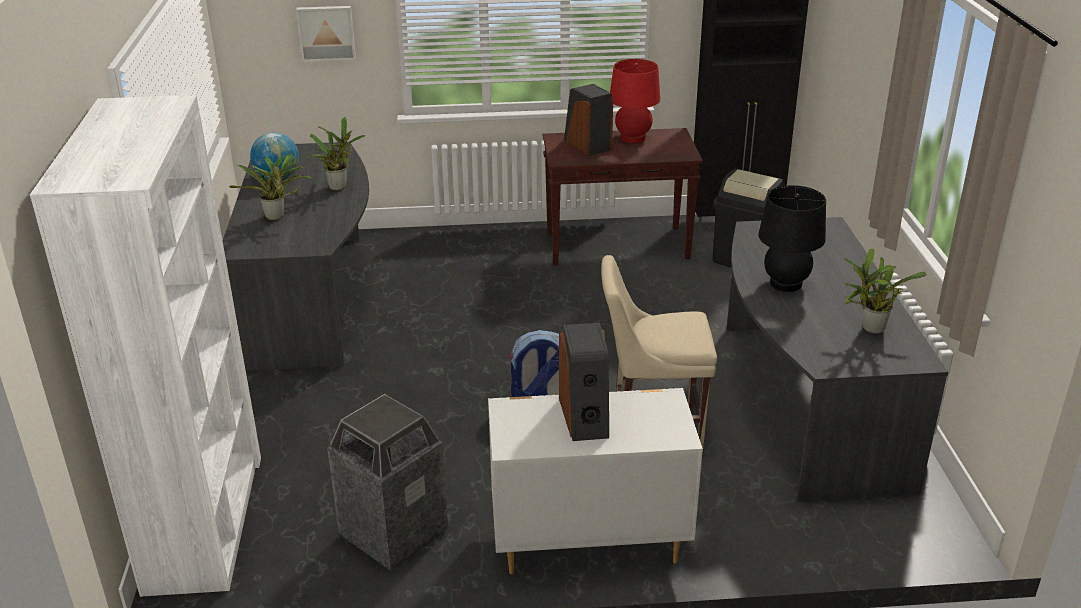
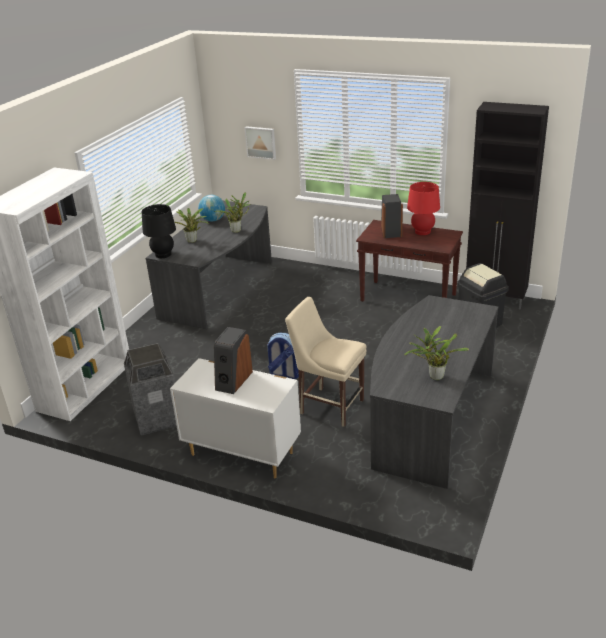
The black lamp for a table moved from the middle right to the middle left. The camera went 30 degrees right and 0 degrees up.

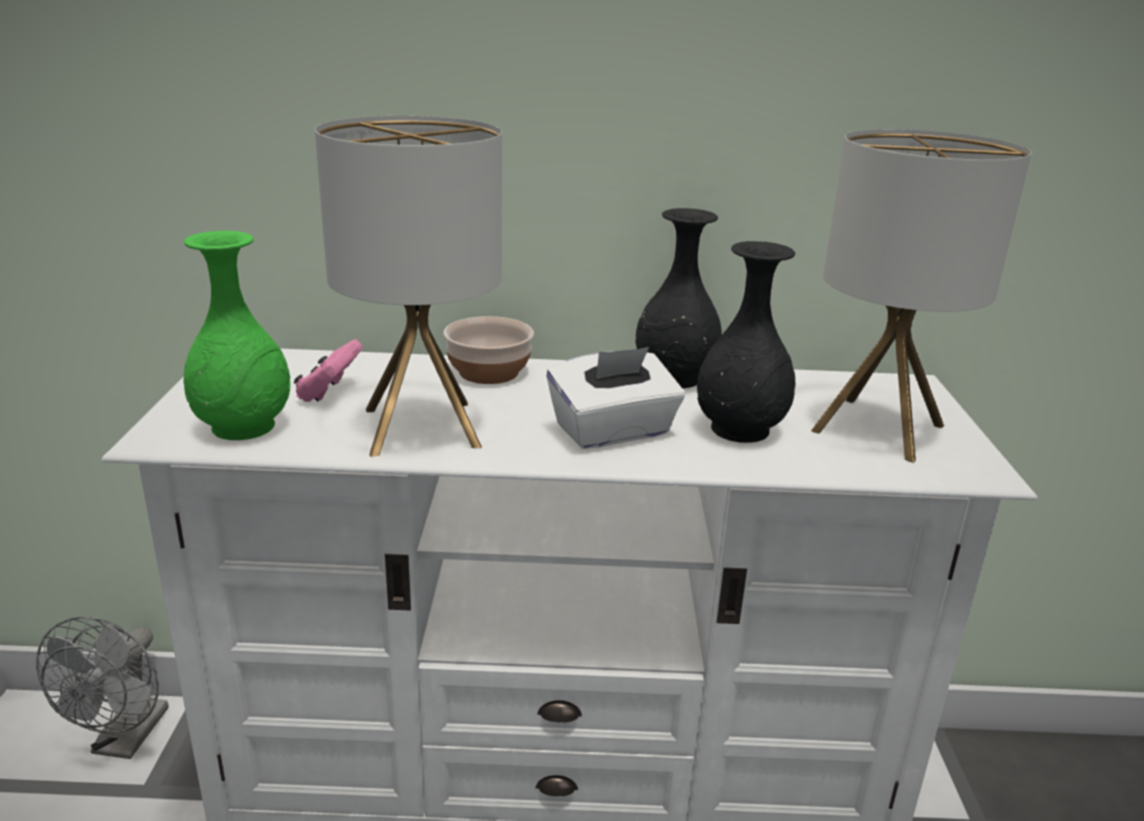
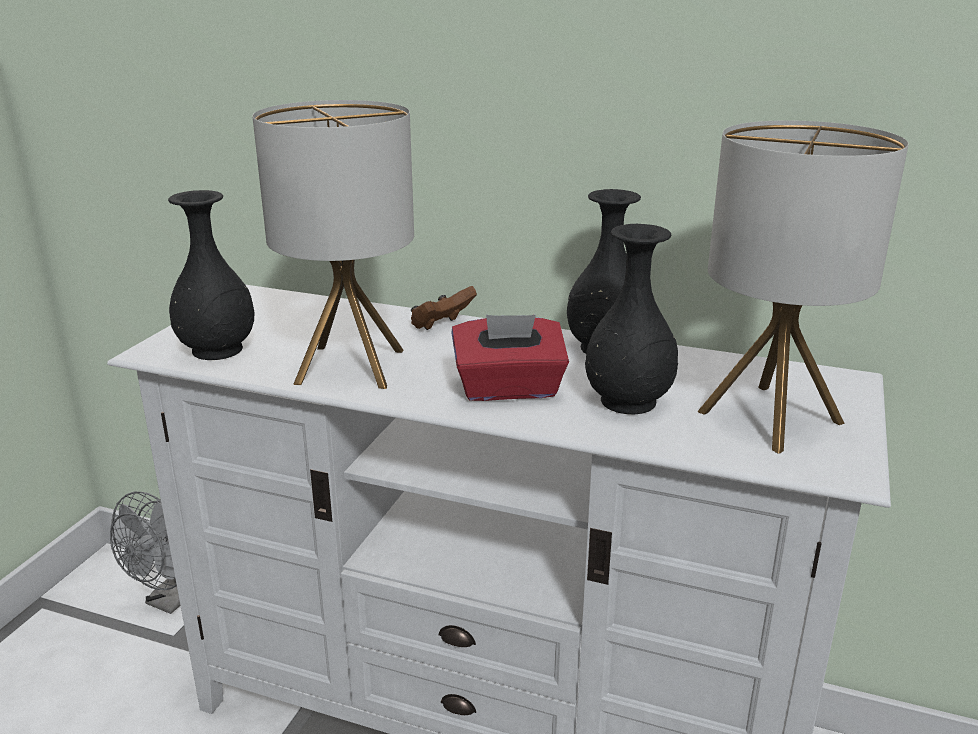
The pinkish gamepad at the middle left disappeared. The bowl at the centre was replaced by the brown-coloured gamepad at the centre. The green-coloured flower vase at the middle left became the black flower vase (1st from left) at the middle left. The white tissue holder at the centre became the red tissue holder at the centre. The camera went 20 degrees right and 0 degrees up.

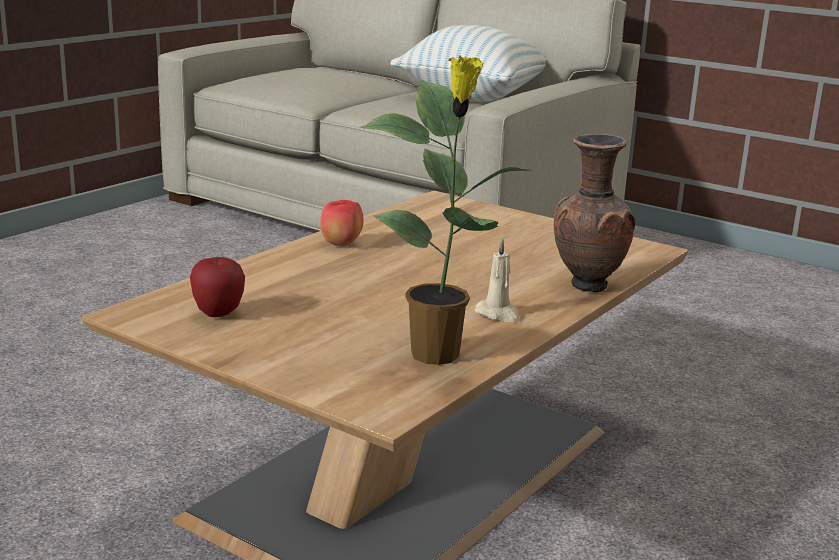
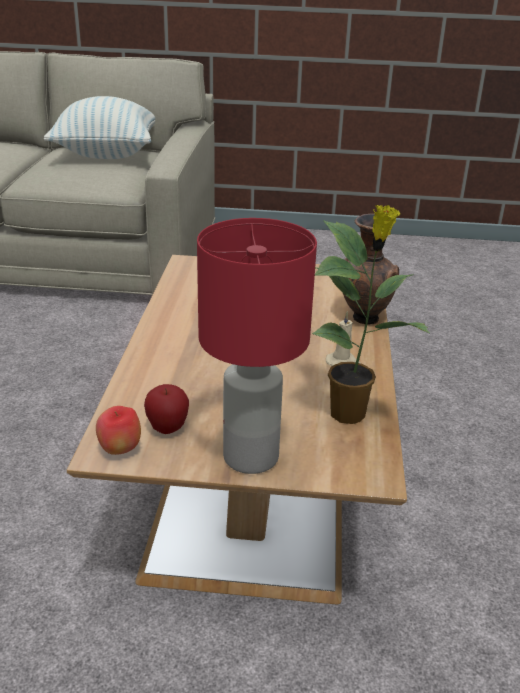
The red lamp for a table at the centre appeared. The apple fruit (2nd from left in the first image) moved from the centre to the middle left. The camera went 30 degrees left and 10 degrees up.

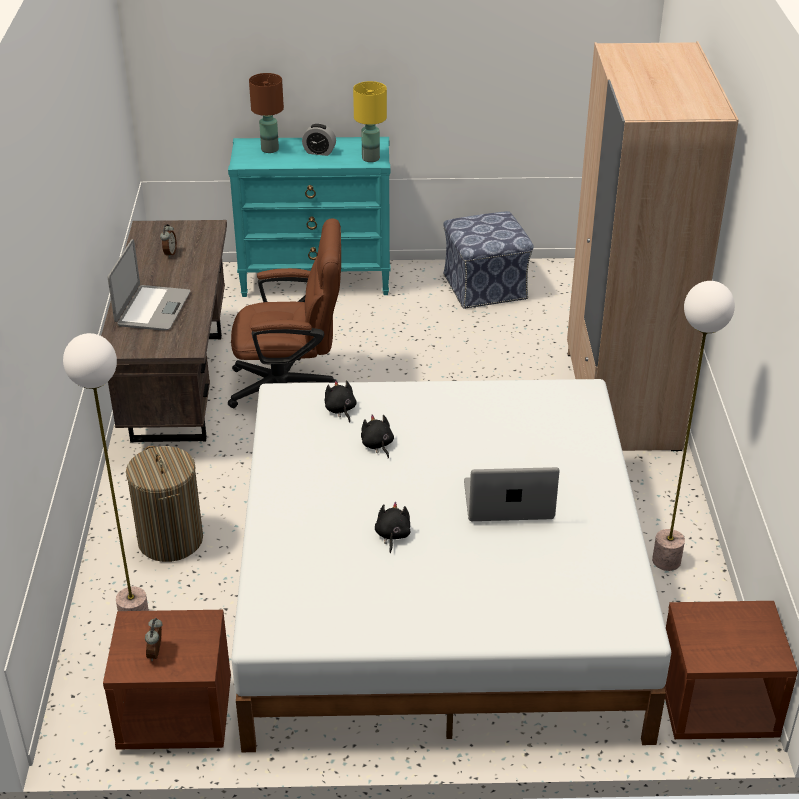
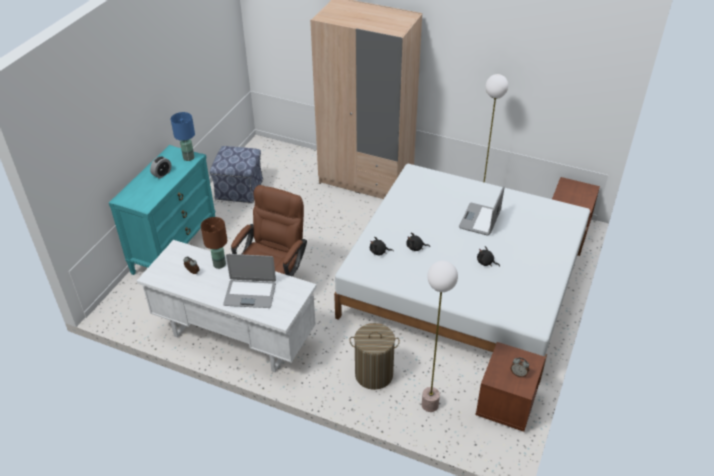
The brown-coloured lamp for a table moved from the top left to the middle left. The brown-coloured desk unit at the middle left became the white desk unit at the middle left. The yellow lamp for a table at the top centre became the bluish lamp for a table at the top left. The notebook computer (1st from left) at the middle left turned 150 degrees clockwise. The camera went 65 degrees left and 5 degrees up.

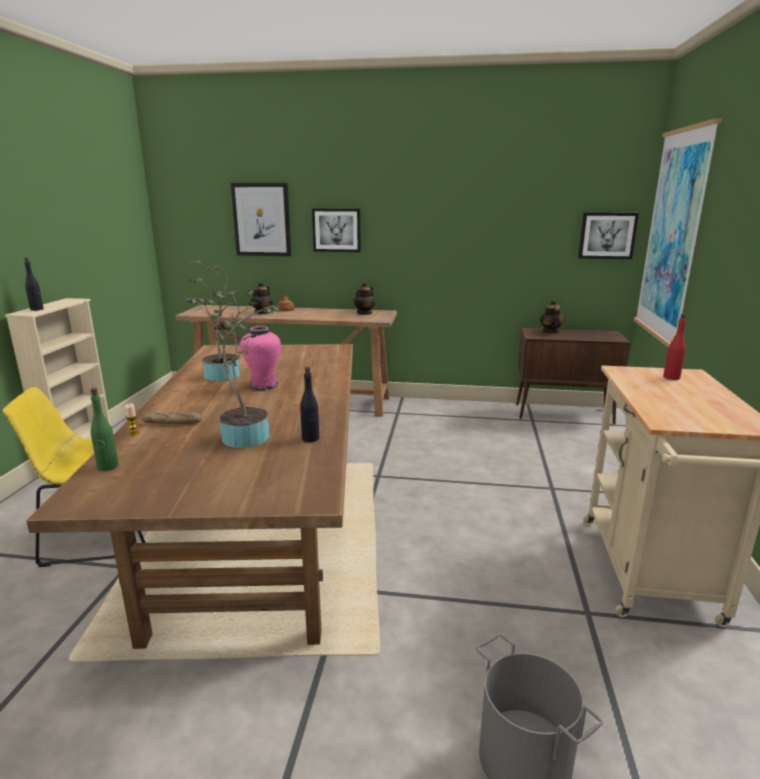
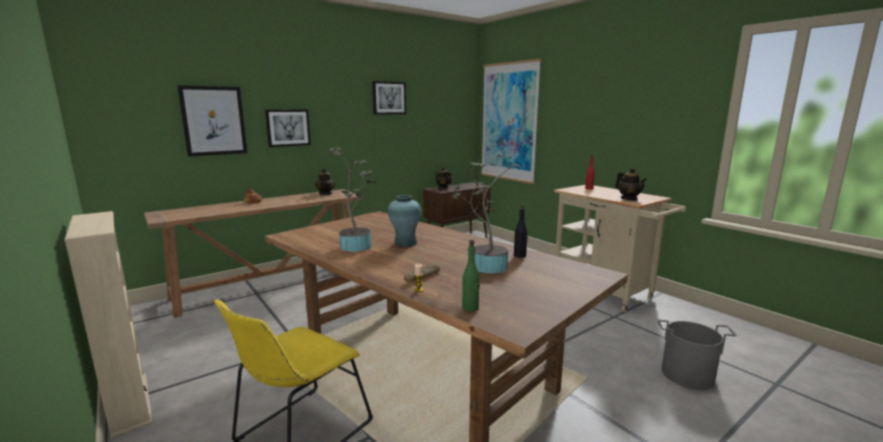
The black beverage bottle (1st from left) at the middle left disappeared. The pot for tea (1st from left in the first image) moved from the centre to the middle right. The wall art (3rd from left) moved from the top right to the top centre. The pinkish flower vase at the centre became the turquoise flower vase at the centre. The camera went 45 degrees left and 5 degrees down.

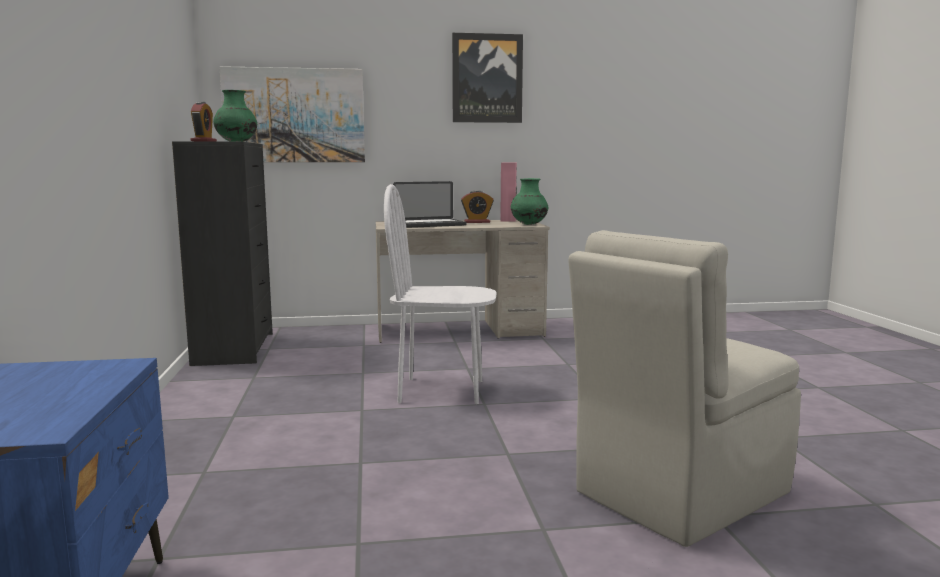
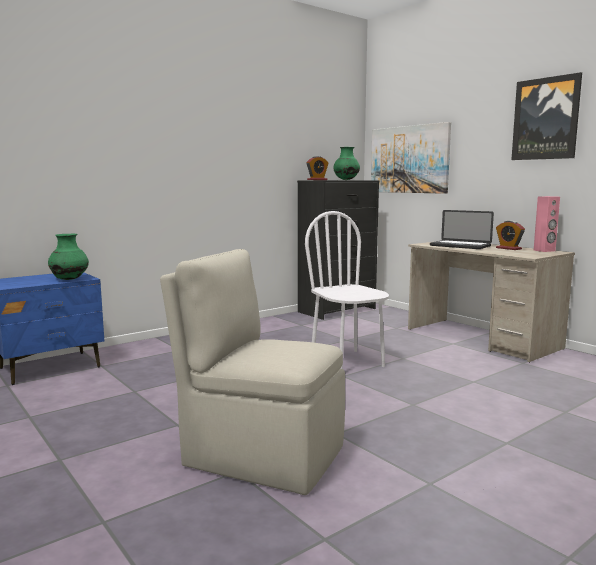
The green-coloured flower vase (2nd from left in the first image) moved from the centre to the middle left. The camera went 60 degrees right and 0 degrees up.

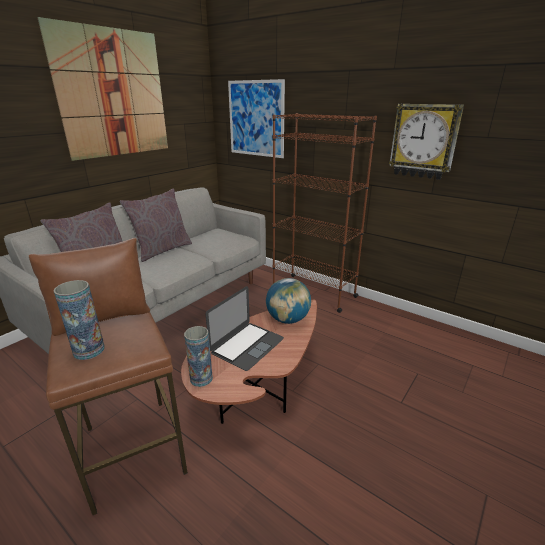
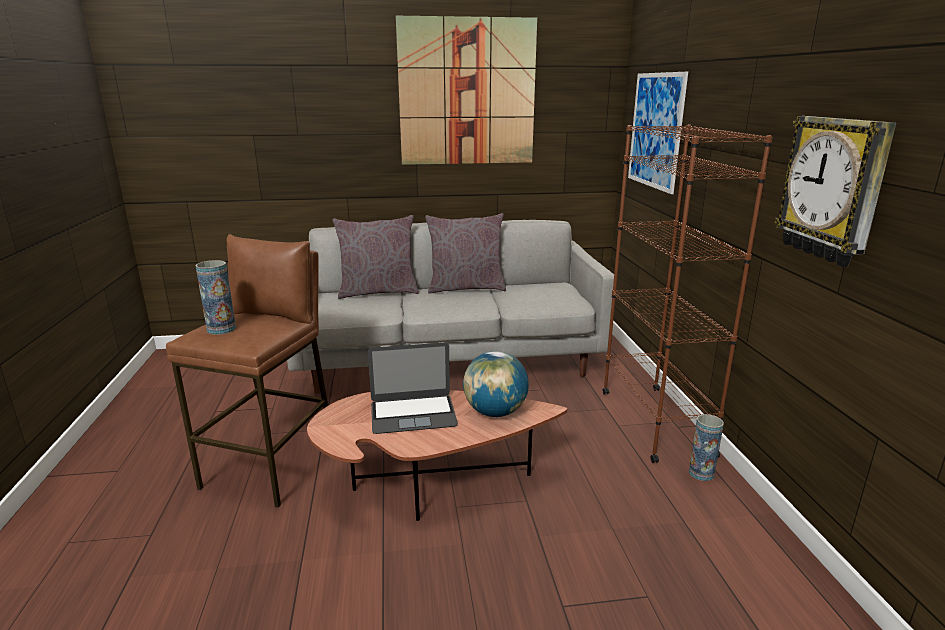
The flower vase (2nd from left) moved from the centre to the bottom right. The camera went 45 degrees right and 5 degrees down.

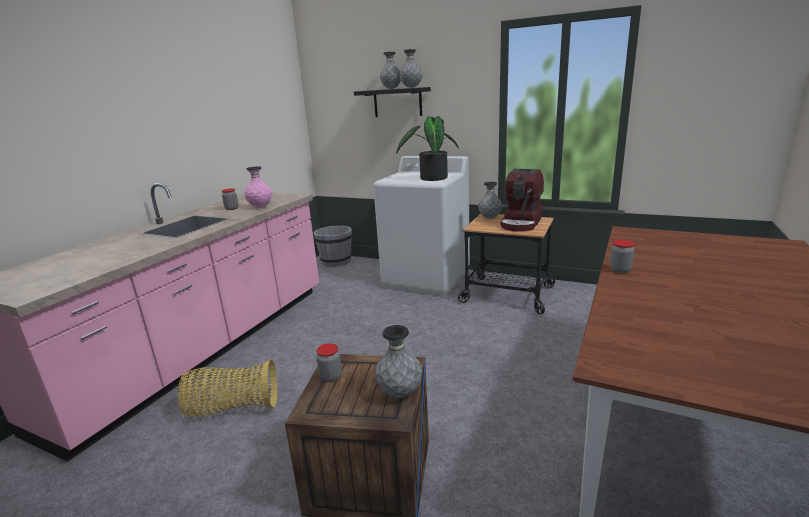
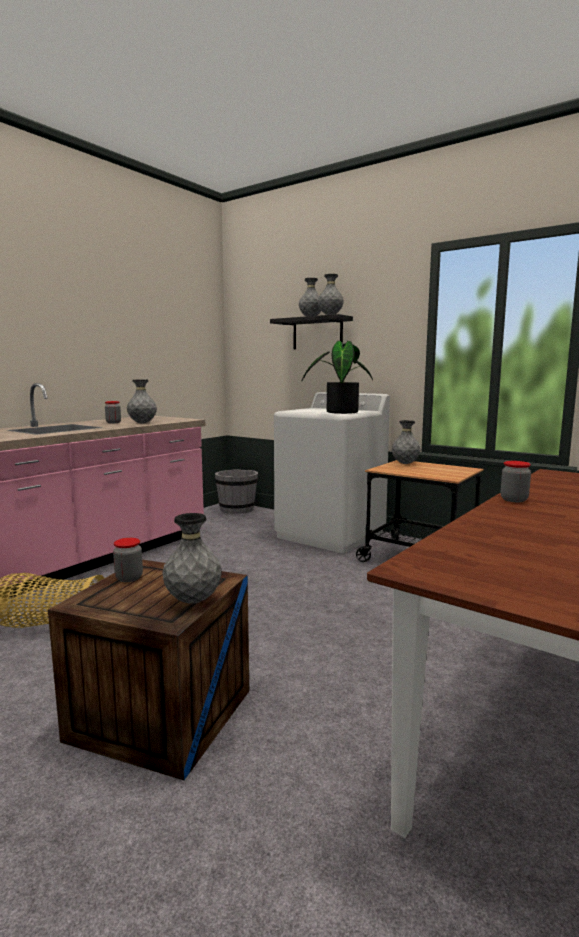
The coffee maker at the centre disappeared. The pinkish flower vase at the middle left became the grey flower vase (1st from left) at the middle left. The camera went 10 degrees right and 10 degrees down.

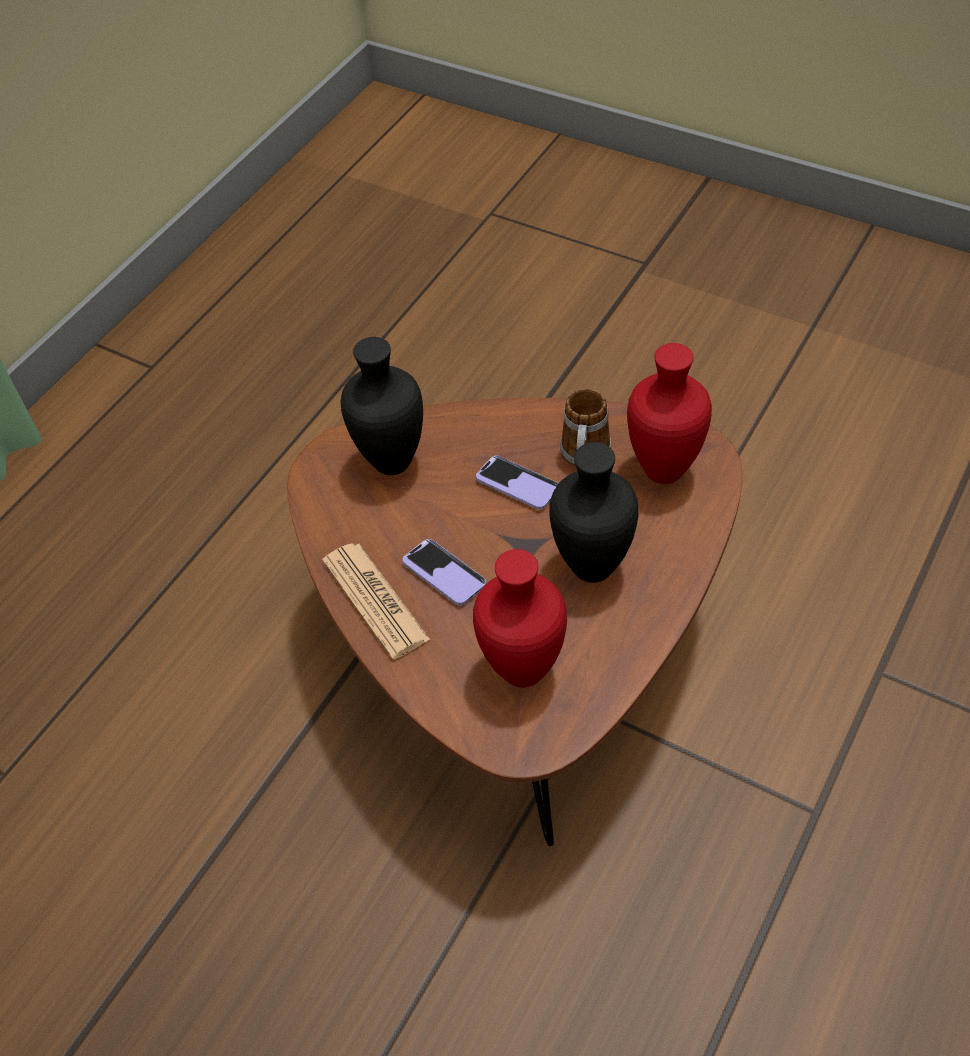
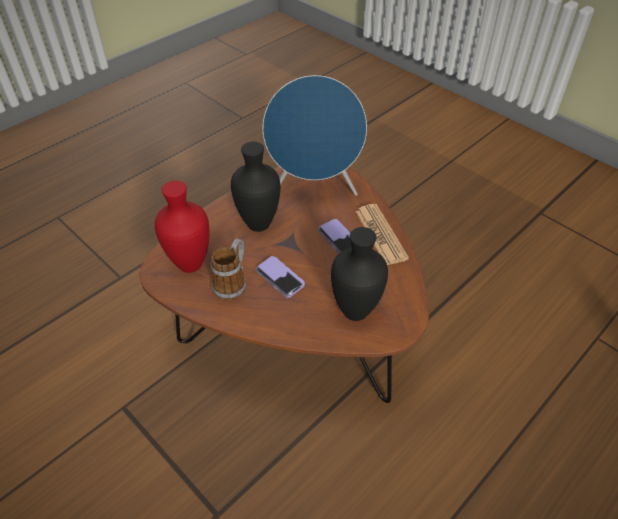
The red flower vase (1st from left) at the centre was replaced by the bluish audio speaker at the top centre. The camera went 170 degrees left and 5 degrees down.

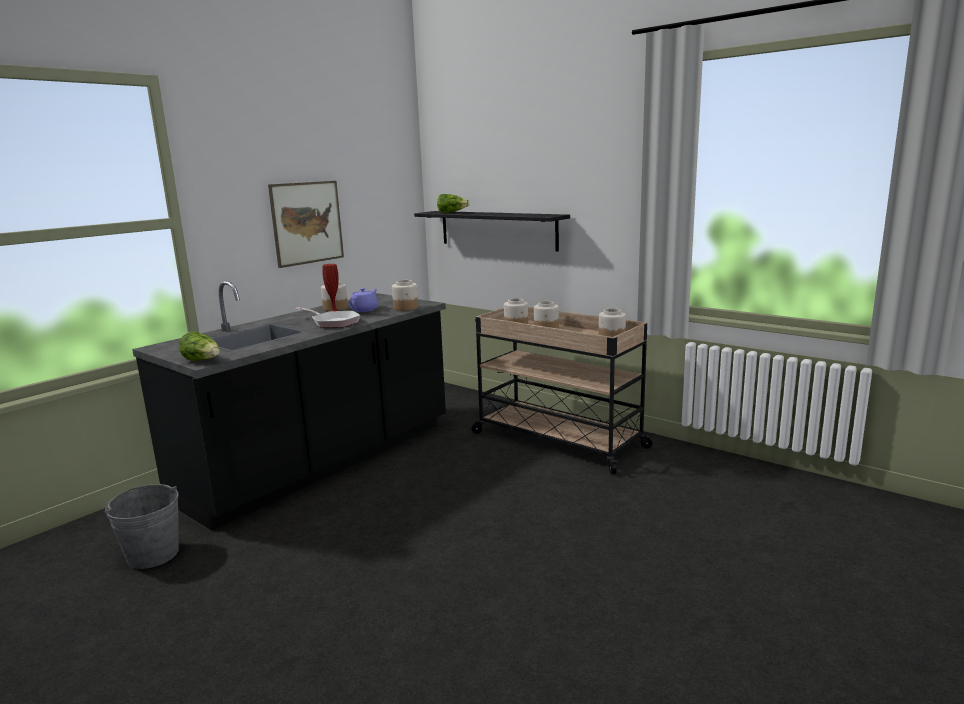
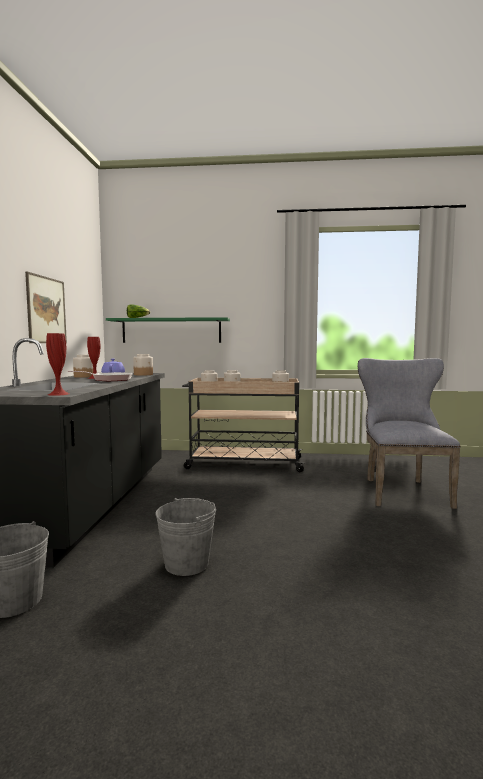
The grey water bucket (2nd from left) at the bottom centre appeared. The grey plain chair at the middle right appeared. The head of lettuce (1st from left) at the middle left was replaced by the red flower vase (1st from left) at the middle left. The black bracket shelf at the top centre became the green-coloured bracket shelf at the centre. The camera went 35 degrees left and 10 degrees down.

